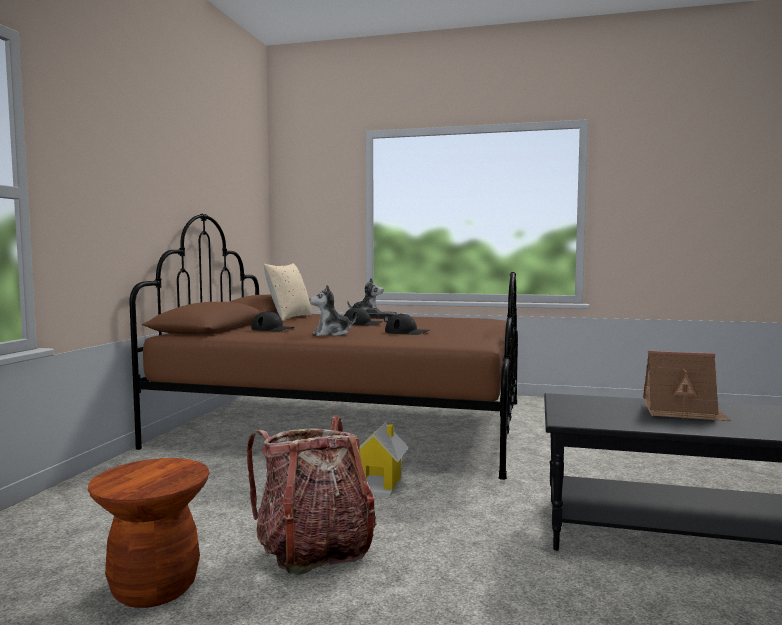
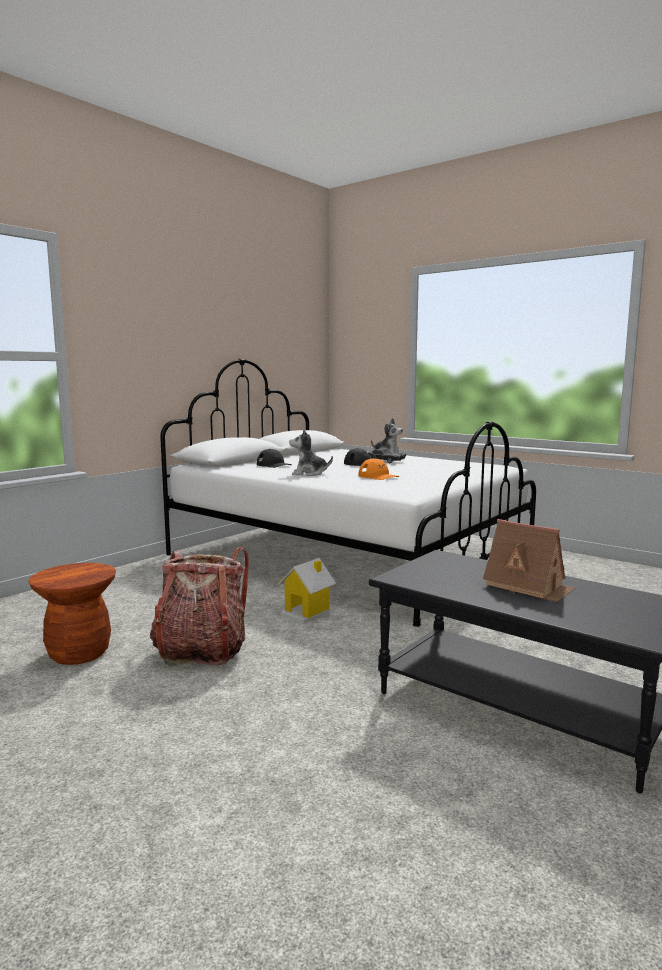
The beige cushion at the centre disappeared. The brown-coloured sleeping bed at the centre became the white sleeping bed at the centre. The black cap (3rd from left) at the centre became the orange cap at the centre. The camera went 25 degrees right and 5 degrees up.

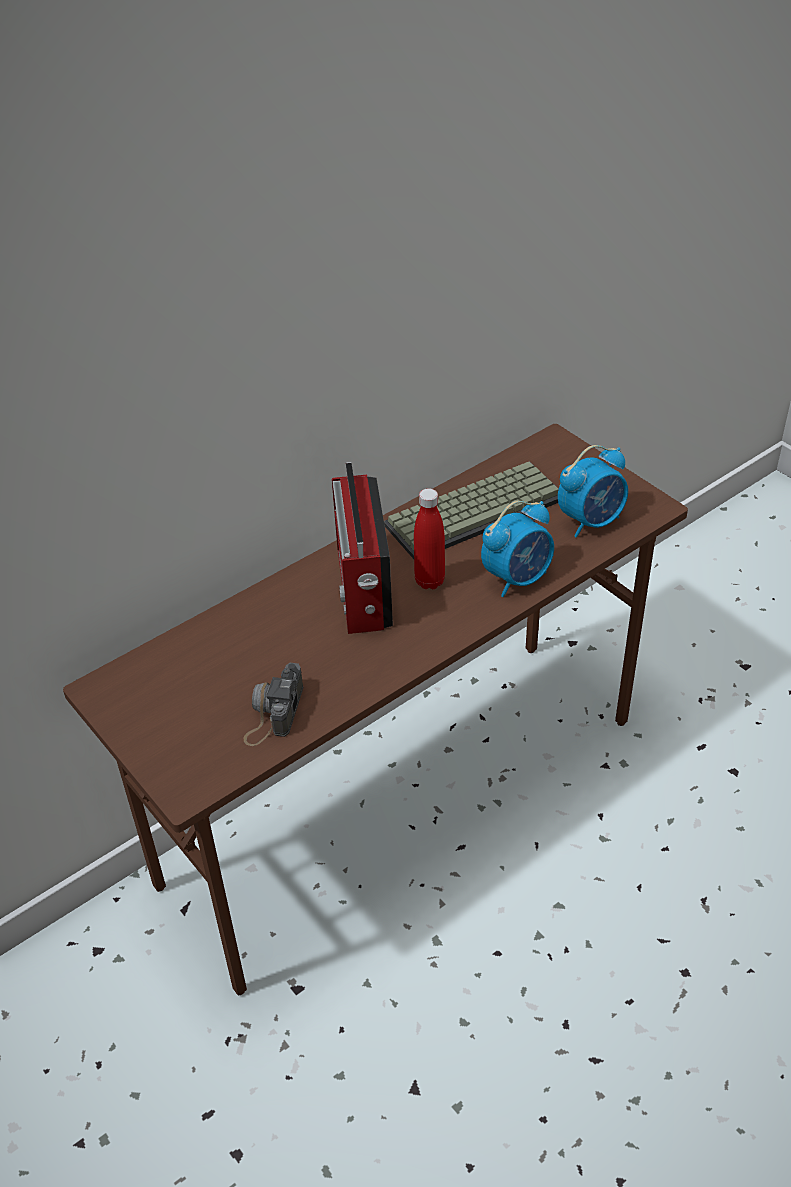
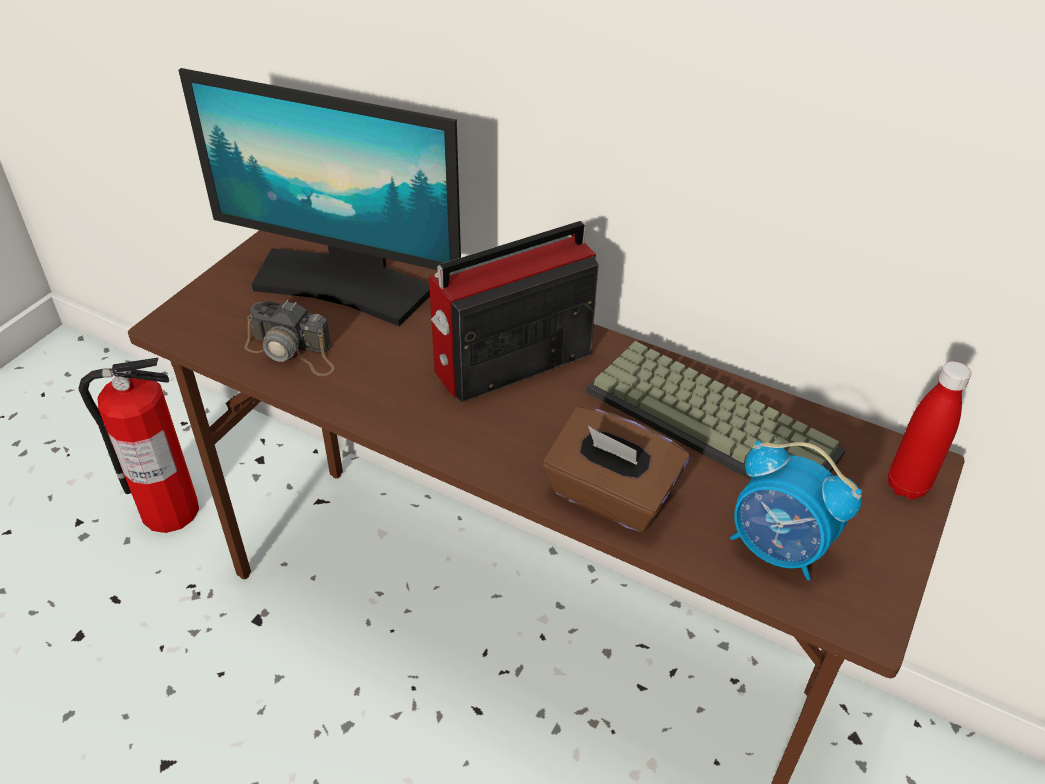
The fire-fighting cylinder at the middle left appeared. The monitor at the top left appeared. The red beverage bottle moved from the centre to the middle right. The table clock (1st from left) at the centre was replaced by the brown-coloured tissue holder at the centre. The still camera at the centre turned 150 degrees counterclockwise. The camera went 65 degrees right and 0 degrees up.

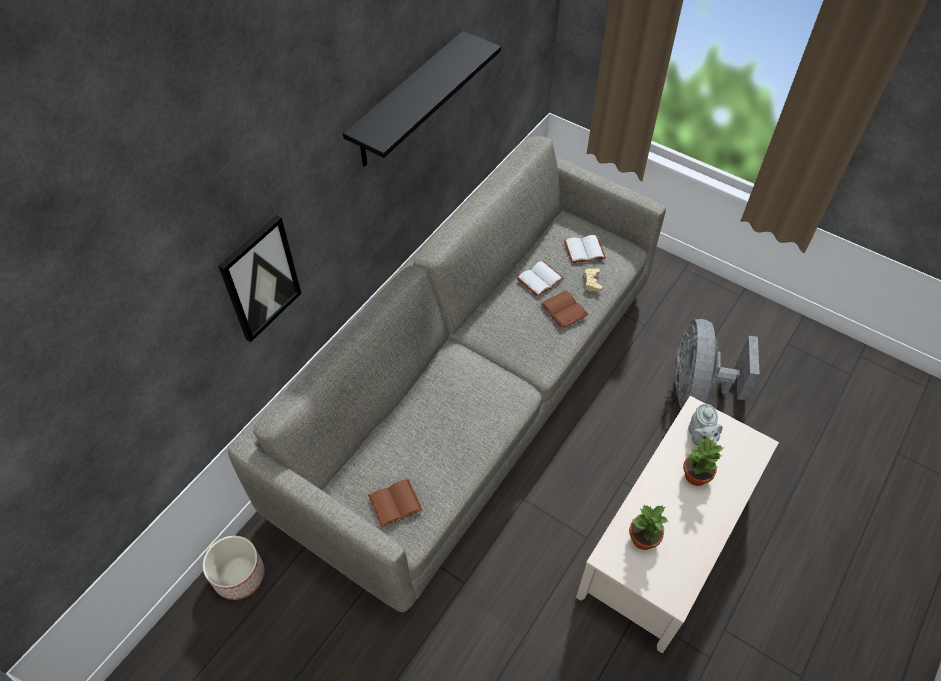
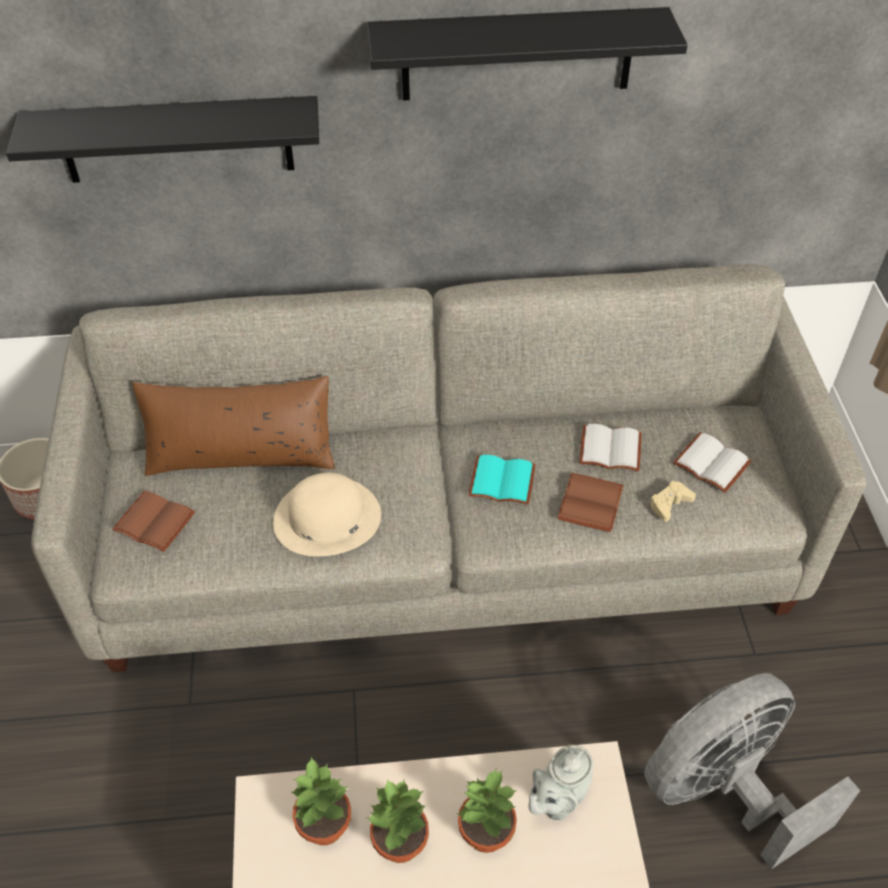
The brown-coloured cushion at the middle left appeared. The beige wearable hat at the centre appeared. The plant in a pot (2nd from left) at the bottom centre appeared. The turquoise bound book at the centre appeared. The wall art at the middle left was replaced by the black bracket shelf (1st from left) at the top left. The camera went 50 degrees right and 5 degrees down.

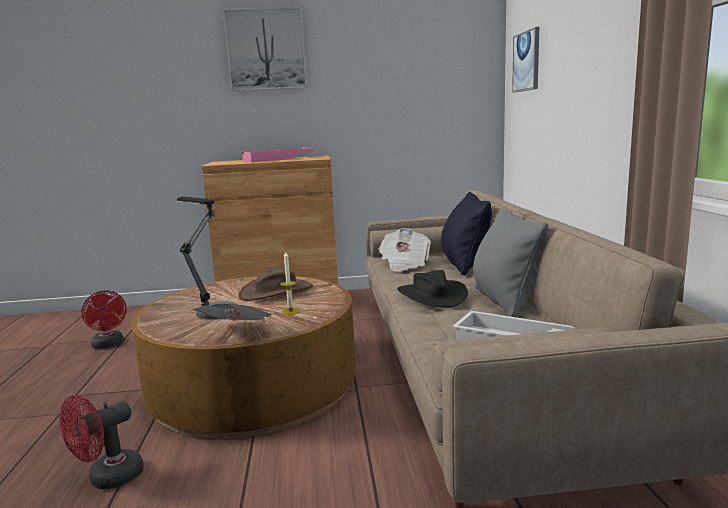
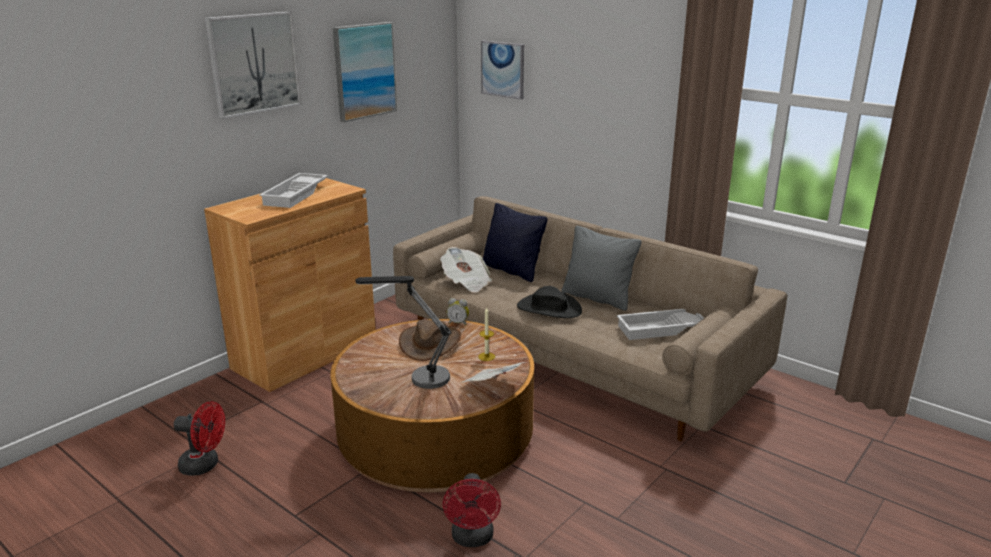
The wall art (2nd from left) at the top centre appeared. The table clock at the centre appeared. The pinkish serving tray at the top centre became the white serving tray (1st from left) at the middle left. The camera went 45 degrees left and 10 degrees up.

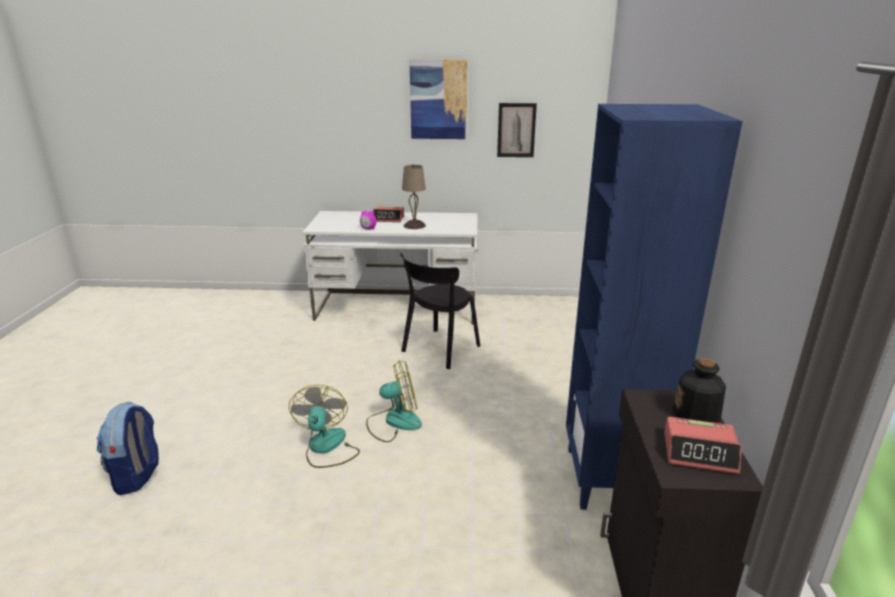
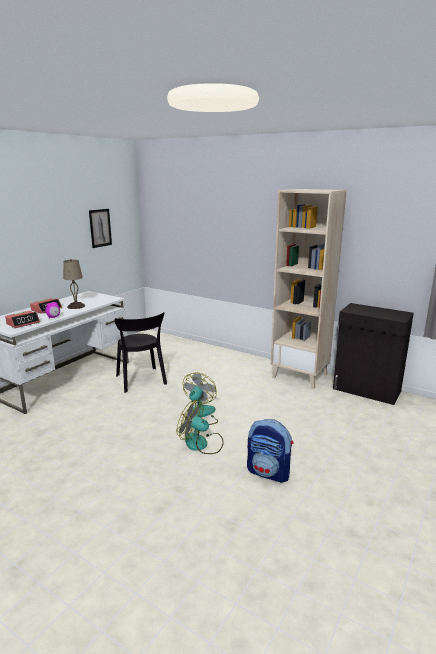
The wall art (1st from left) at the top centre disappeared. The beverage bottle at the middle right disappeared. The rucksack moved from the bottom left to the bottom centre. The table clock (3rd from left in the first image) moved from the bottom right to the middle left. The bluish bookshelf at the middle right became the beige bookshelf at the middle right. The camera went 60 degrees left and 5 degrees down.

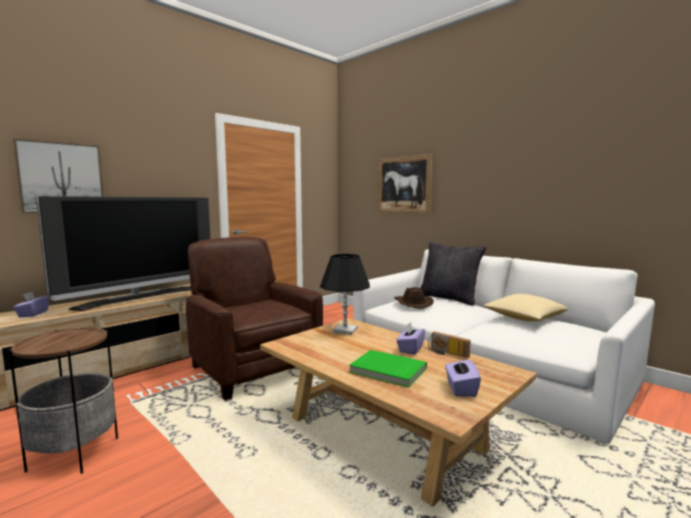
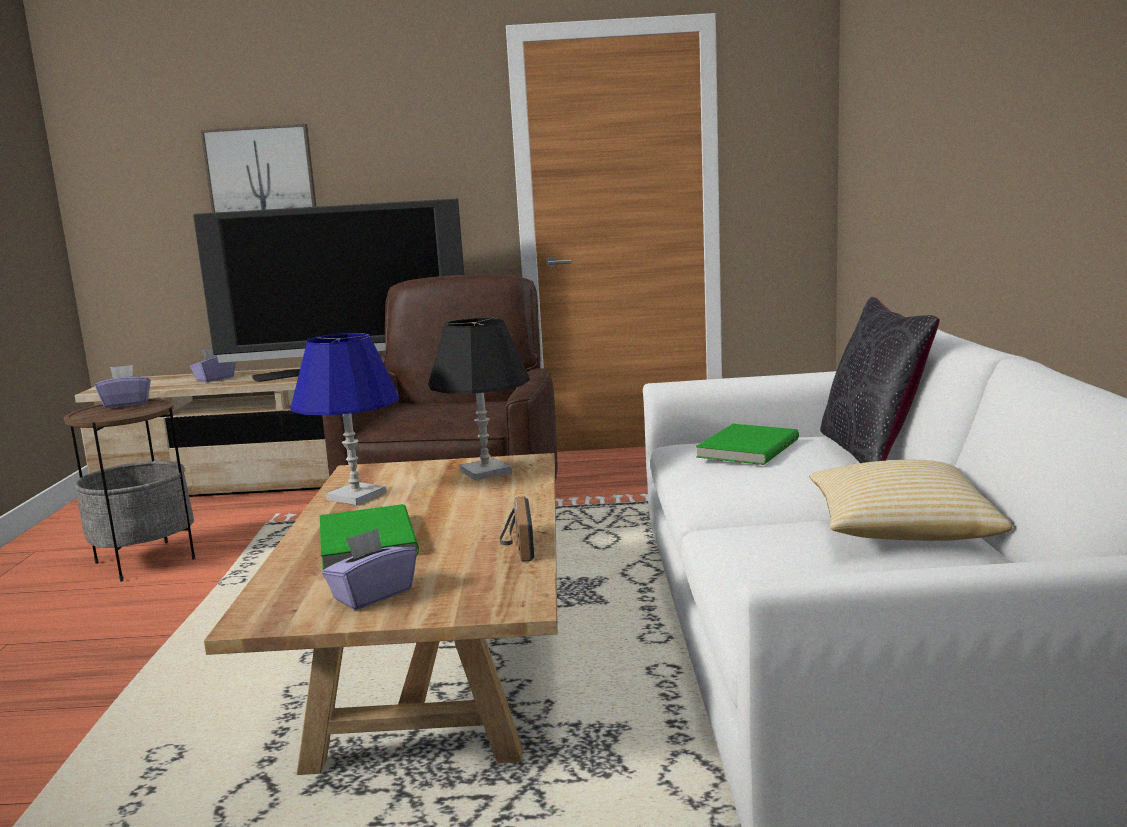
The wall art (2nd from left) at the centre disappeared. The bluish lamp for a table at the middle left appeared. The purple tissue holder (2nd from left in the first image) moved from the centre to the middle left. The brown-coloured wearable hat at the centre was replaced by the green-coloured bound book (2nd from left) at the centre. The camera went 45 degrees right and 5 degrees up.

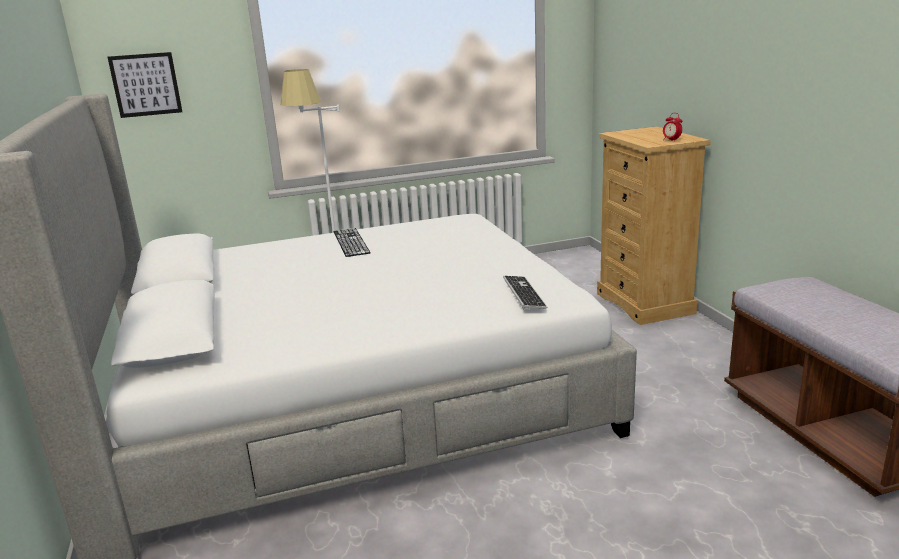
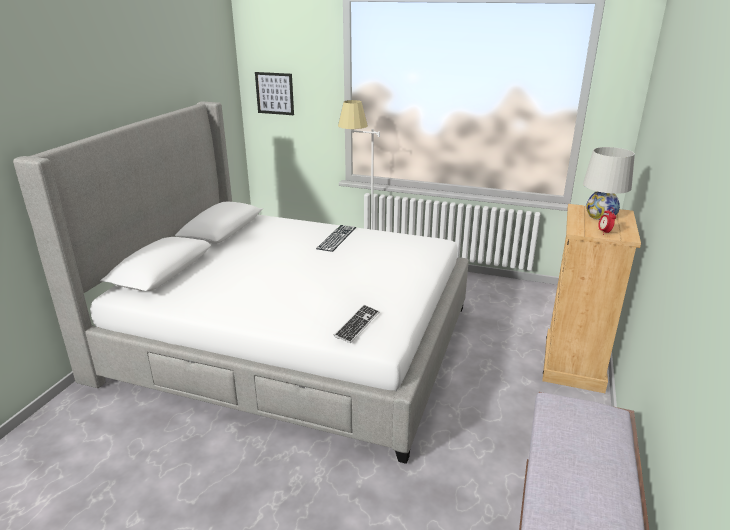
The white lamp for a table at the middle right appeared. The camera went 35 degrees right and 5 degrees up.

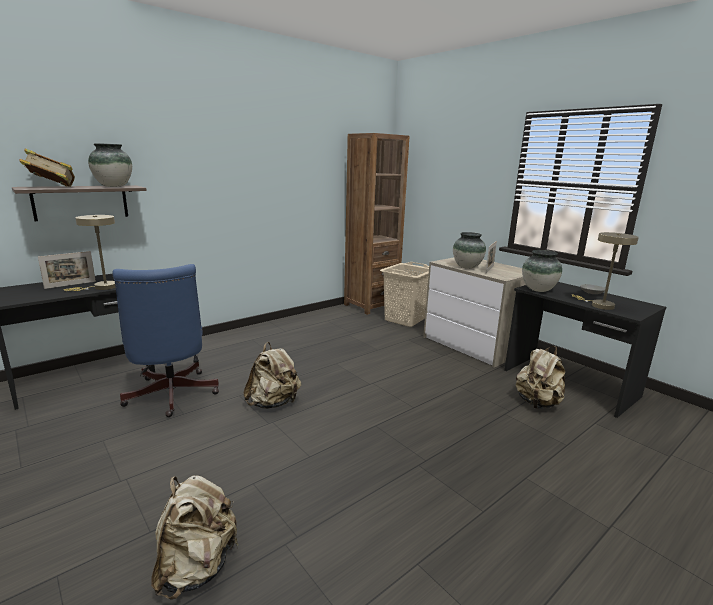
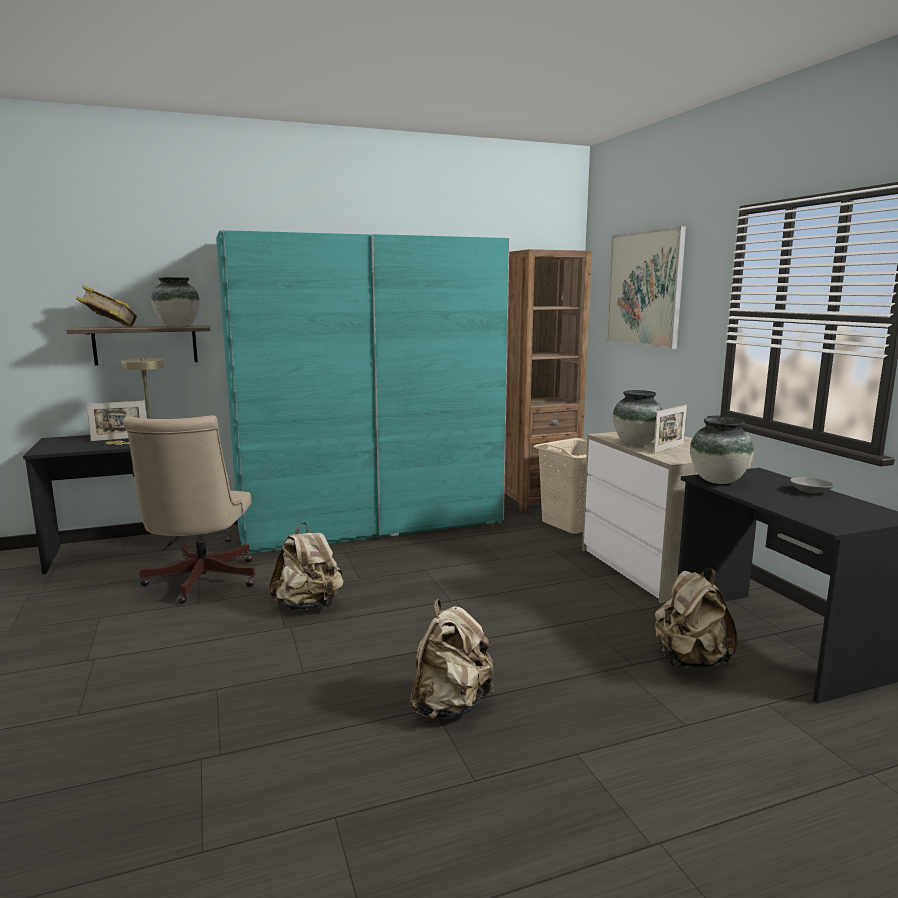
The beige lamp for a table (2nd from left) at the middle right disappeared. The turquoise clothes cupboard at the centre appeared. The wall art at the top right appeared. The beige rucksack (1st from left in the first image) moved from the bottom left to the bottom centre. The bluish office chair at the middle left became the beige office chair at the middle left. The camera went 20 degrees right and 5 degrees down.

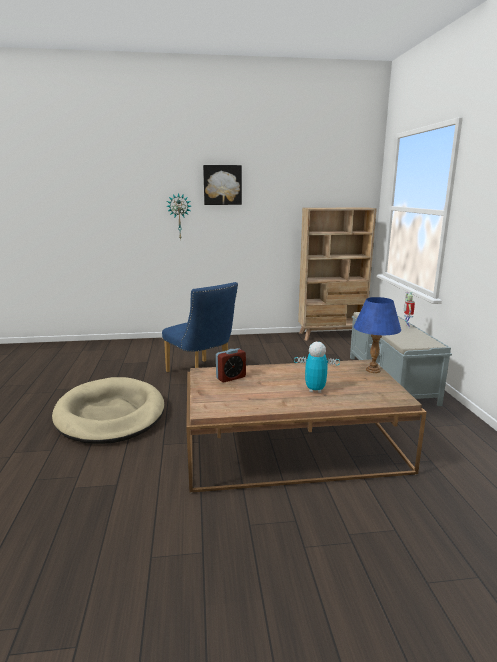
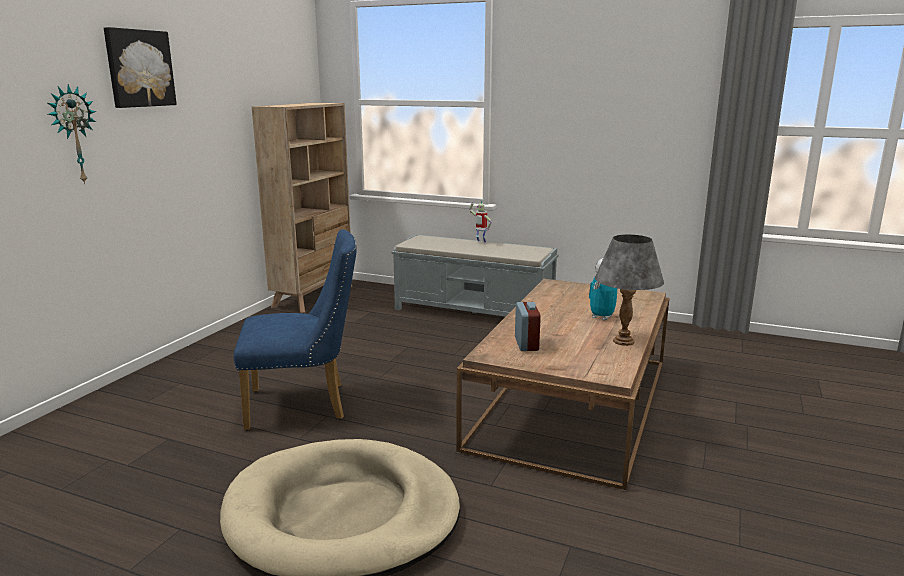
The bluish lamp for a table at the middle right disappeared. The grey lamp for a table at the middle right appeared. The camera went 60 degrees left and 0 degrees up.

